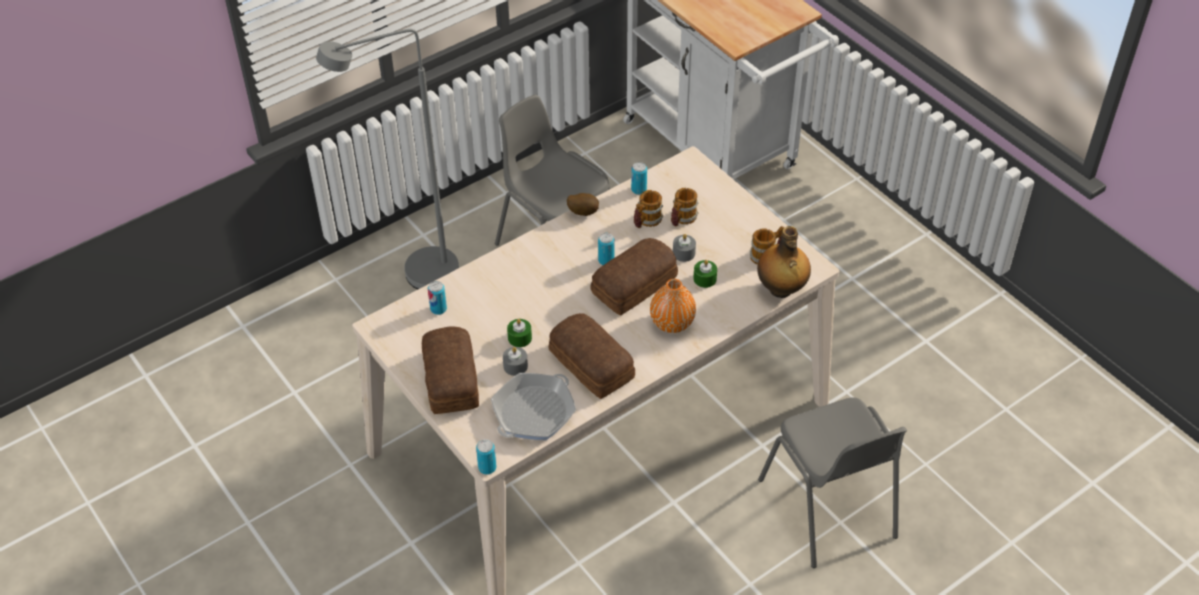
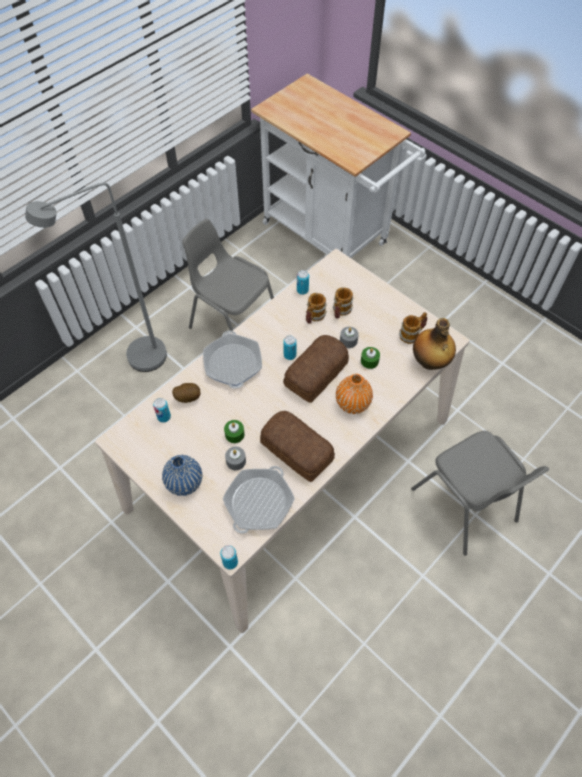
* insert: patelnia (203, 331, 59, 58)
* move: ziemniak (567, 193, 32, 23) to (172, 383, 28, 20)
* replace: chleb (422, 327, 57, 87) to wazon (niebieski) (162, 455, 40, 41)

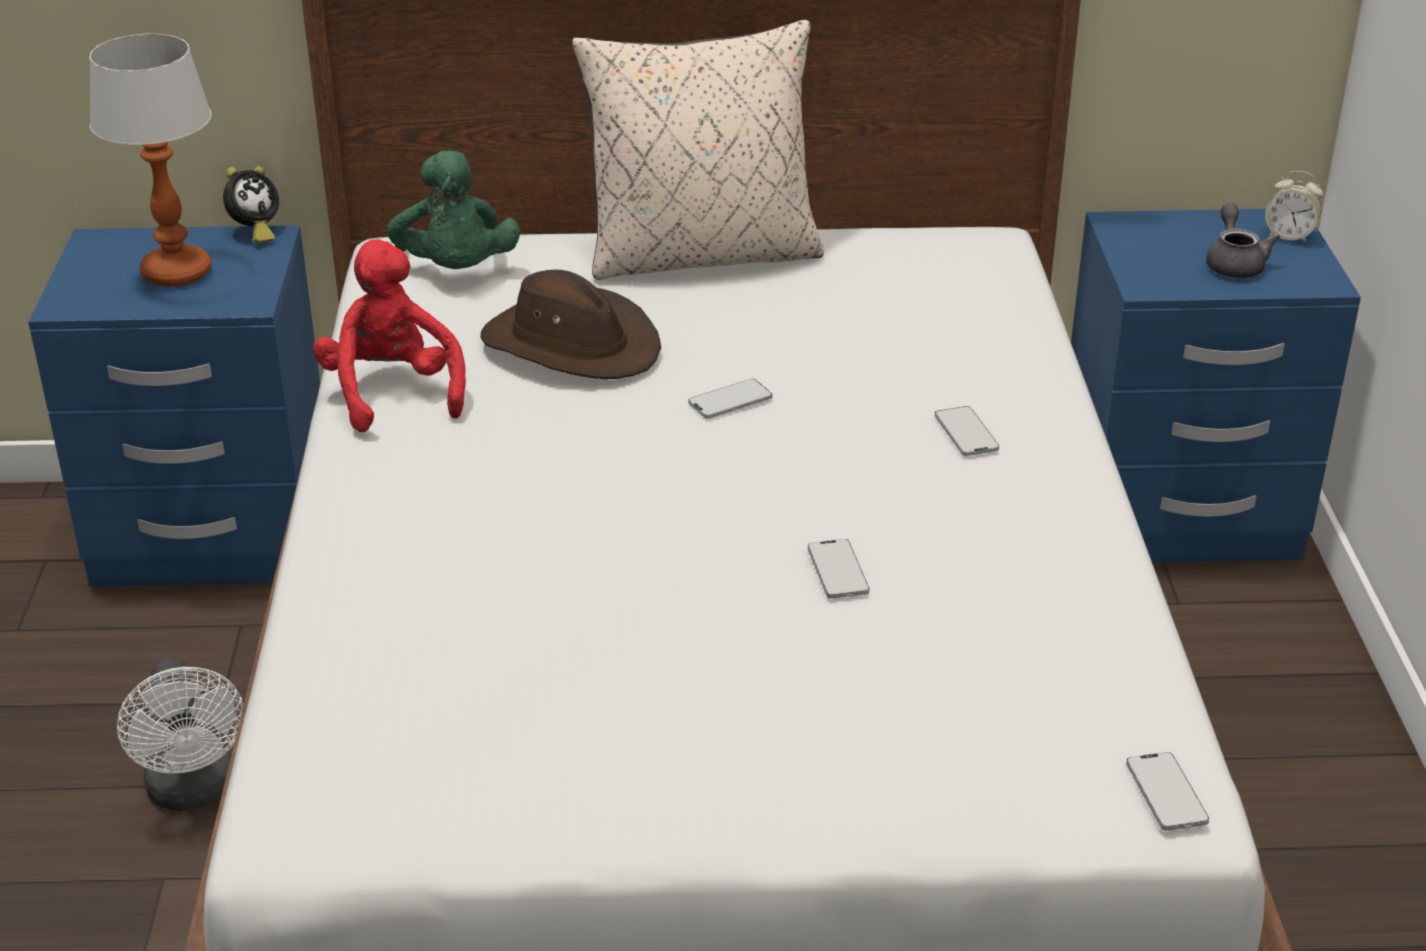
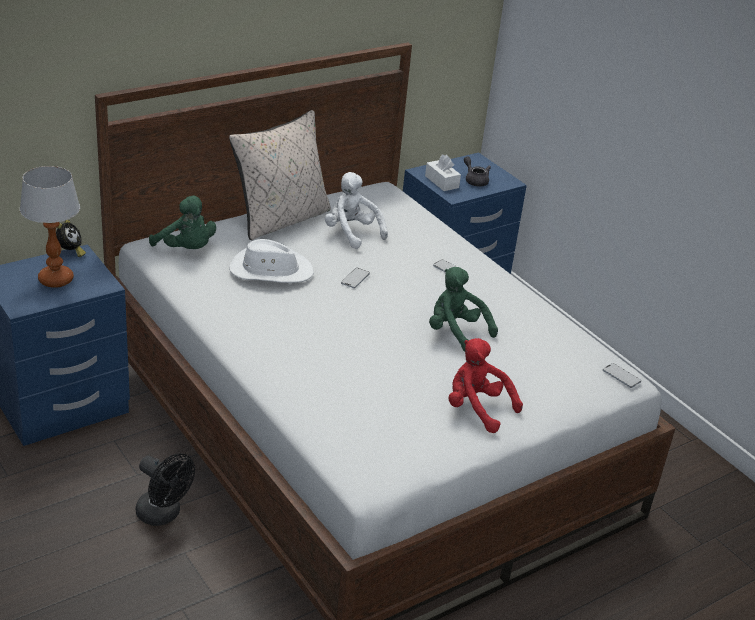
* delete: budzik (1265, 171, 58, 72)
* insert: pluszak (biały) (325, 172, 63, 77)
* insert: pudełko chusteczek (biały) (425, 154, 36, 37)
* move: pluszak (czerwony) (313, 239, 153, 193) to (448, 338, 75, 95)
* replace: telefon (808, 539, 61, 60) to pluszak (zielony) (429, 267, 69, 85)
* recolor: wentylator (biały) (117, 658, 127, 153) to wentylator (czarny) (136, 453, 59, 73)
* recolor: kapelusz (brązowy) (480, 270, 181, 109) to kapelusz (biały) (229, 239, 85, 44)

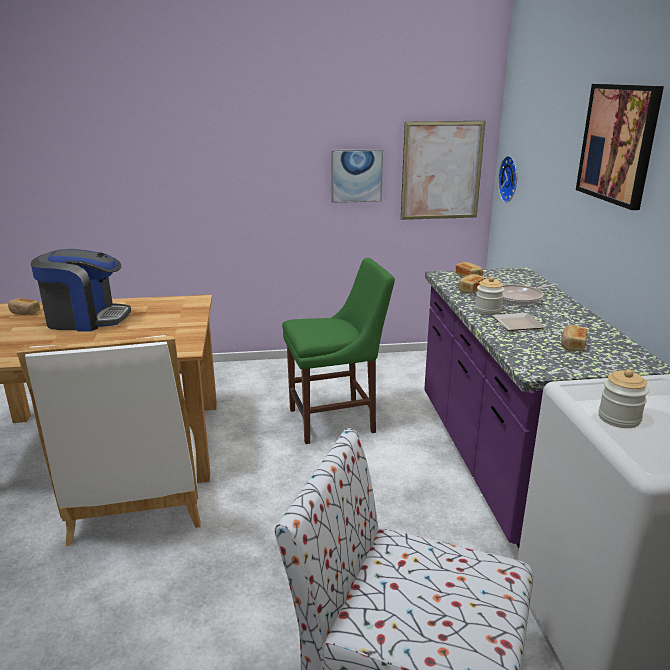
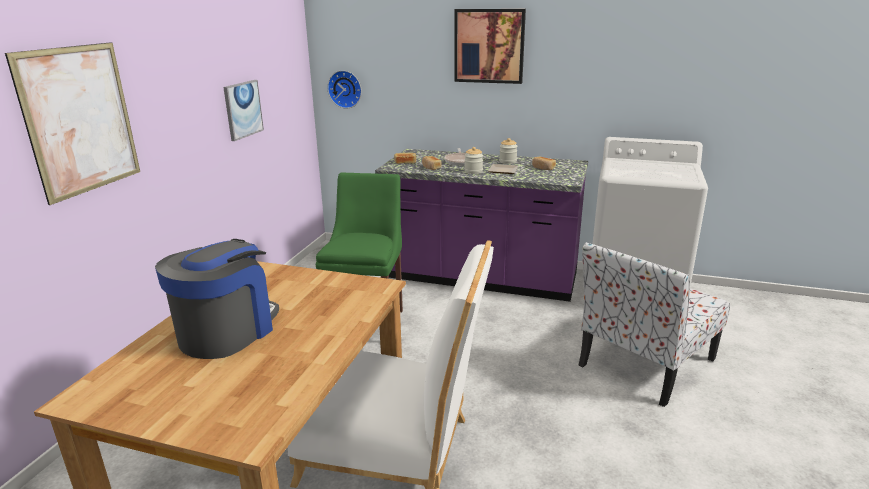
* delete: chleb (8, 298, 32, 17)
* move: obraz (401, 121, 85, 99) to (5, 42, 135, 163)
* move: słoik (599, 369, 50, 59) to (499, 138, 19, 26)

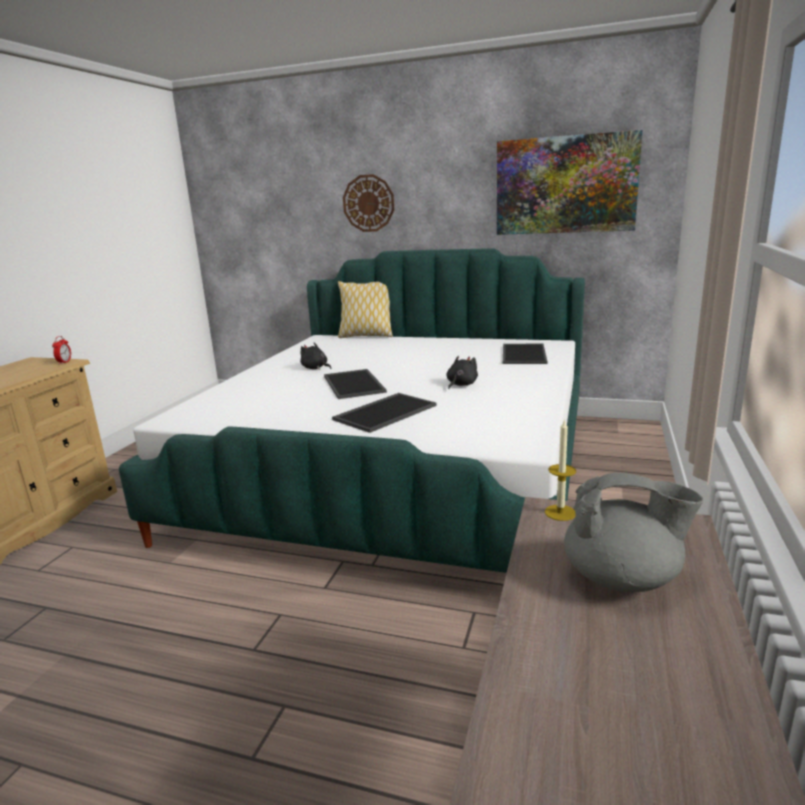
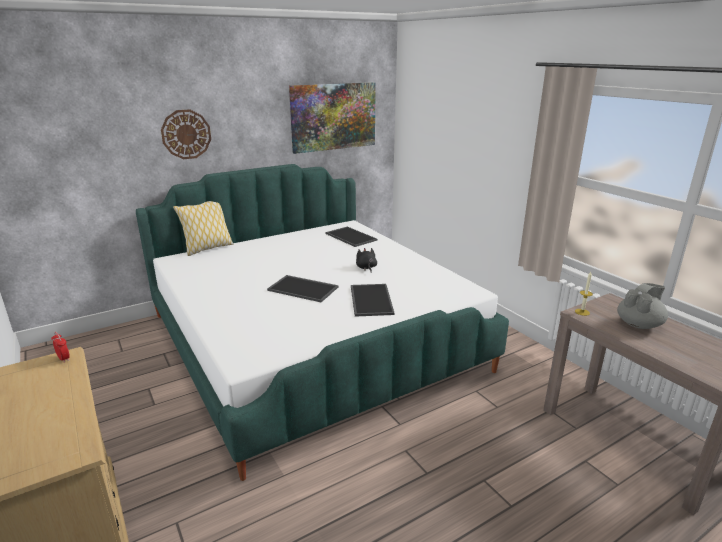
* delete: pluszak (czarny) (300, 343, 32, 27)

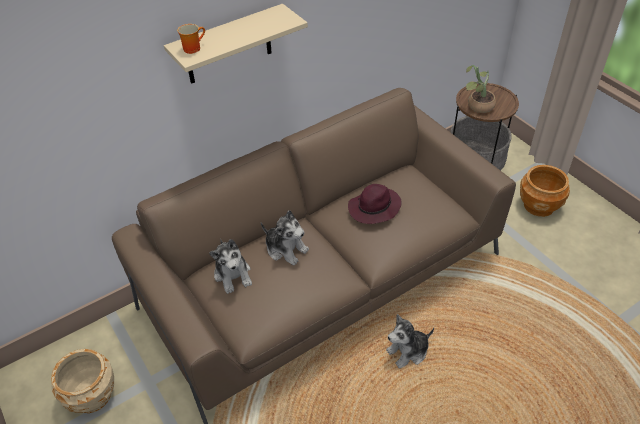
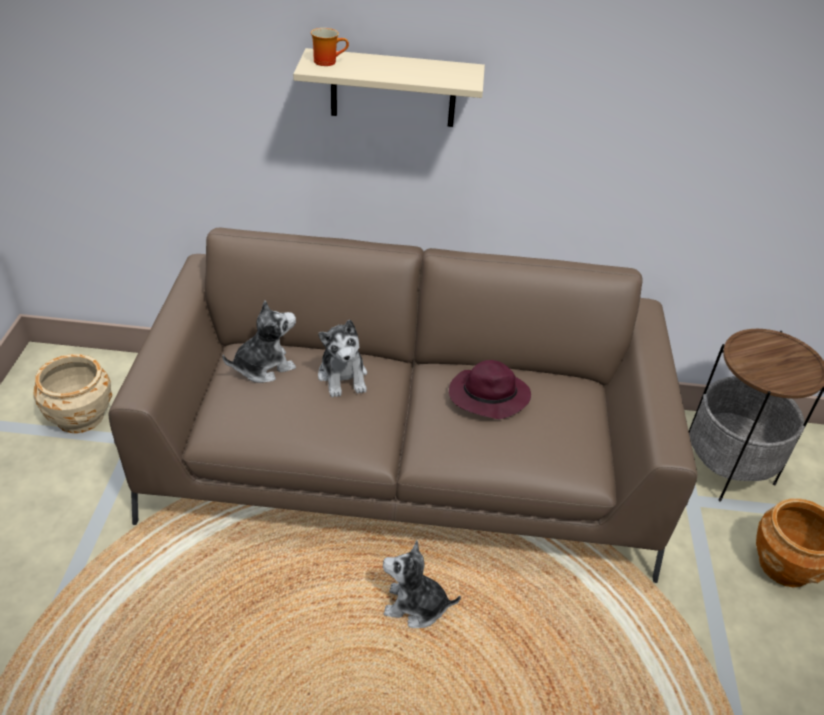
* delete: roślina doniczkowa (466, 65, 30, 48)
* rotate: pluszak (209, 239, 43, 55) = (222, 300, 74, 83) 135 degrees counterclockwise

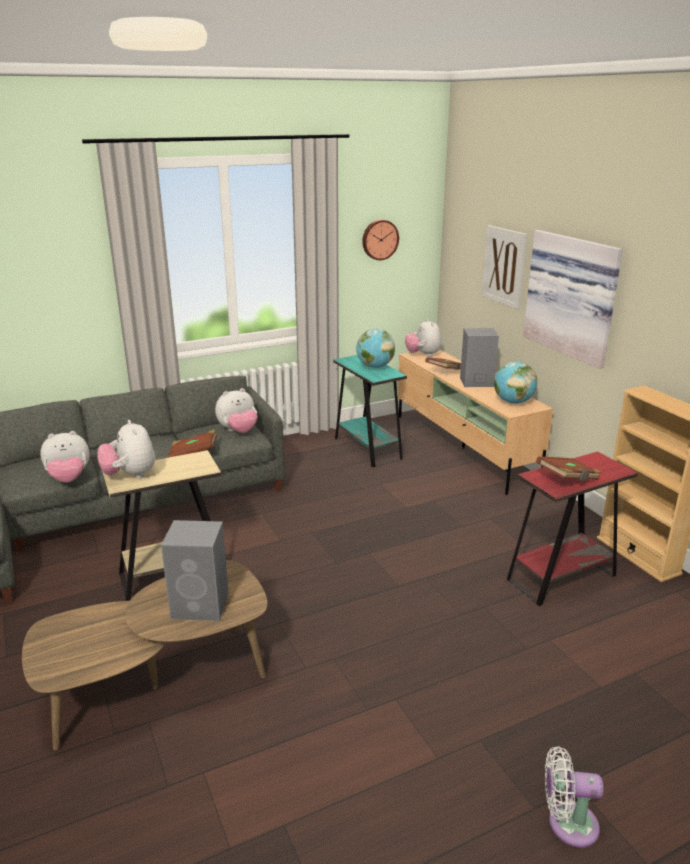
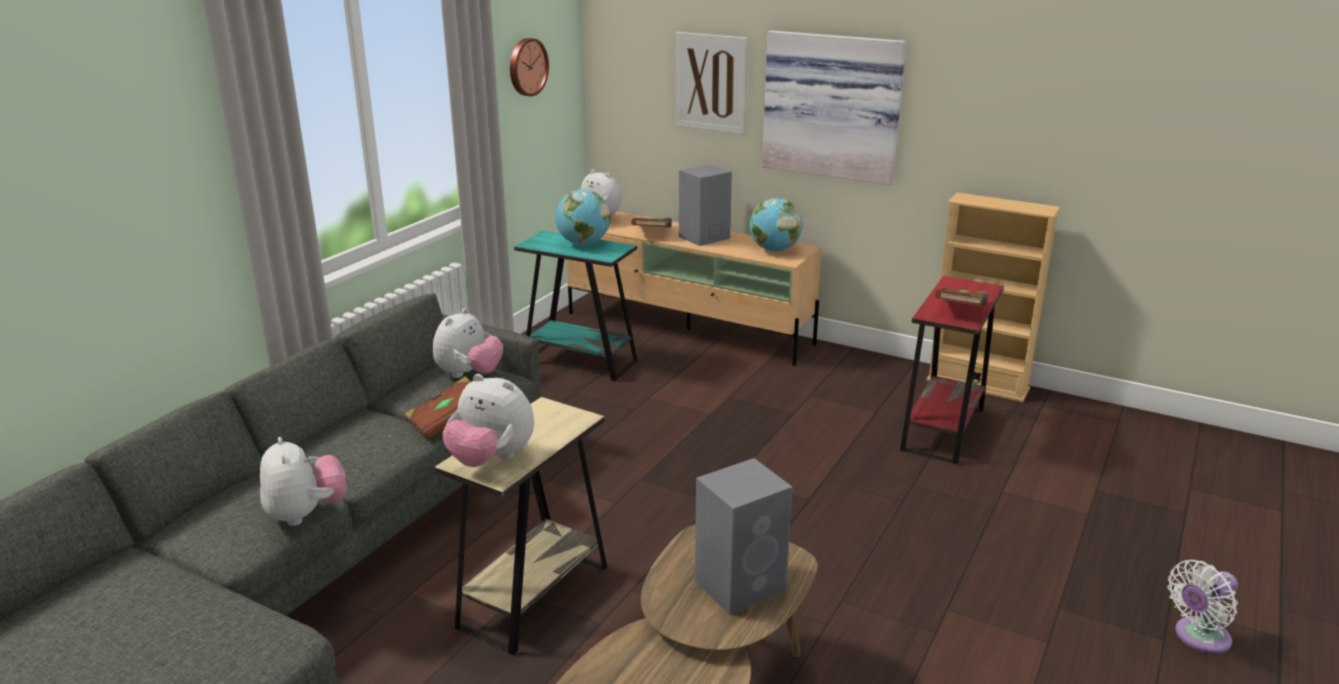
* rotate: pluszak (40, 431, 50, 51) = (260, 437, 87, 89) 60 degrees counterclockwise

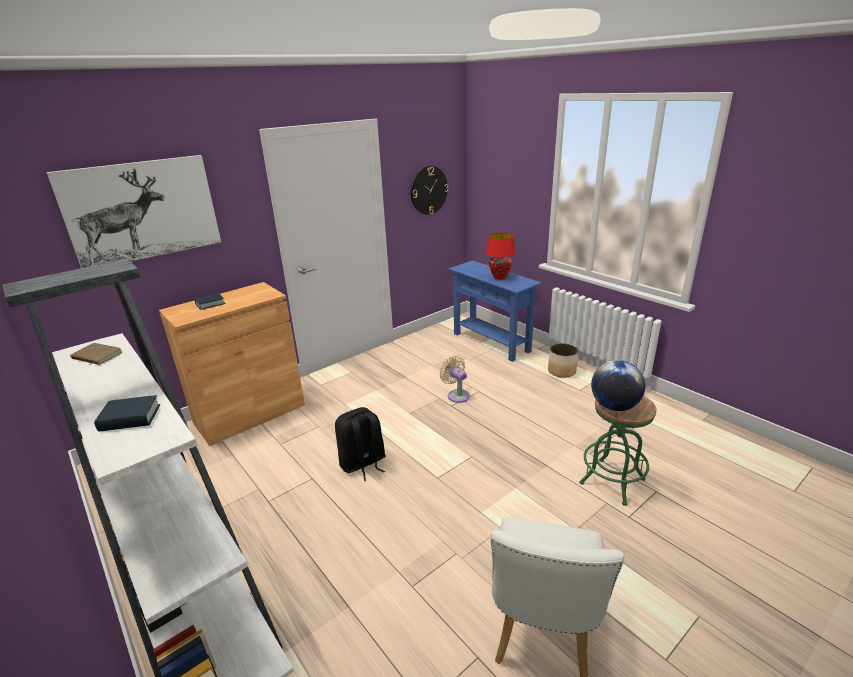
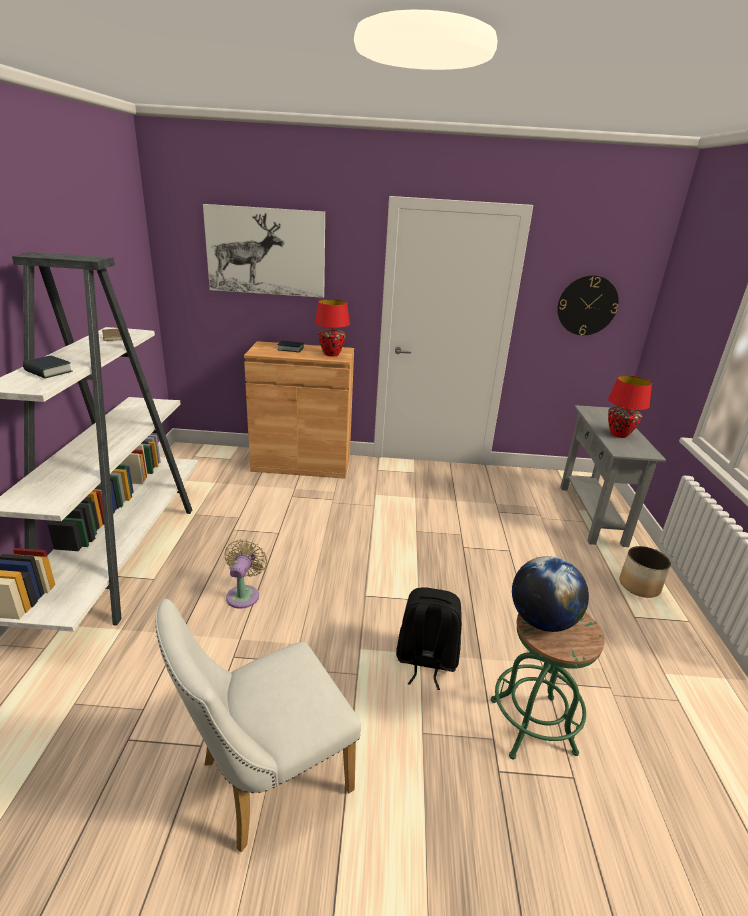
* insert: lampa stołowa (czerwony) (315, 299, 35, 58)
* move: plecak (czarny) (335, 407, 51, 74) to (396, 587, 66, 103)
* move: wentylator (beżowy) (439, 356, 31, 47) to (224, 539, 43, 70)
* recolor: stolik konsolowy (niebieski) (448, 260, 94, 101) to stolik konsolowy (szary) (560, 405, 106, 142)

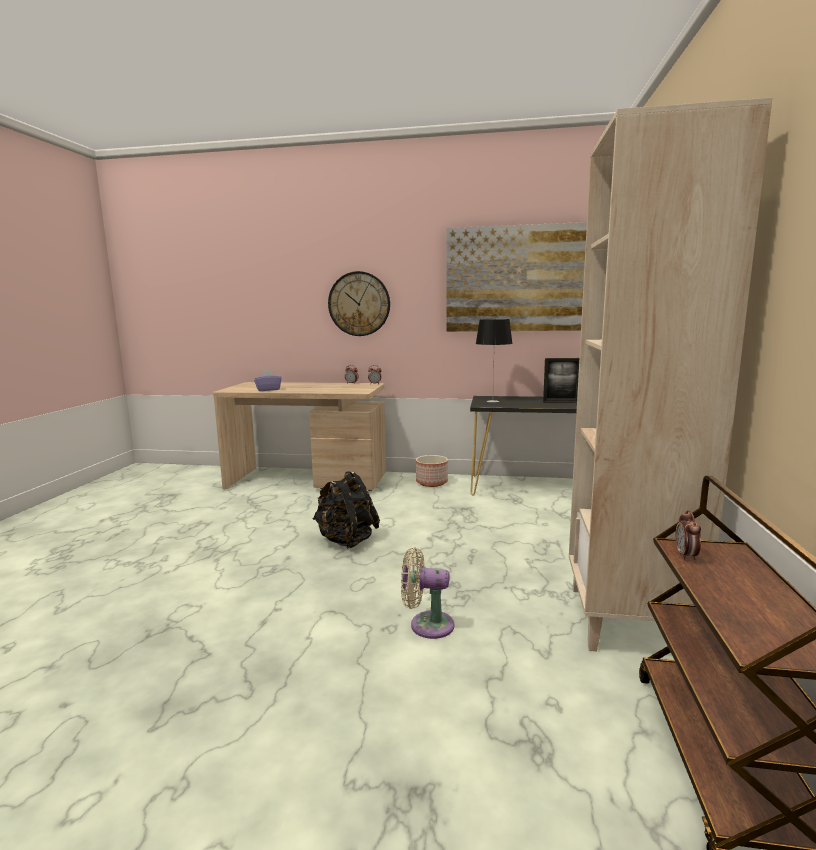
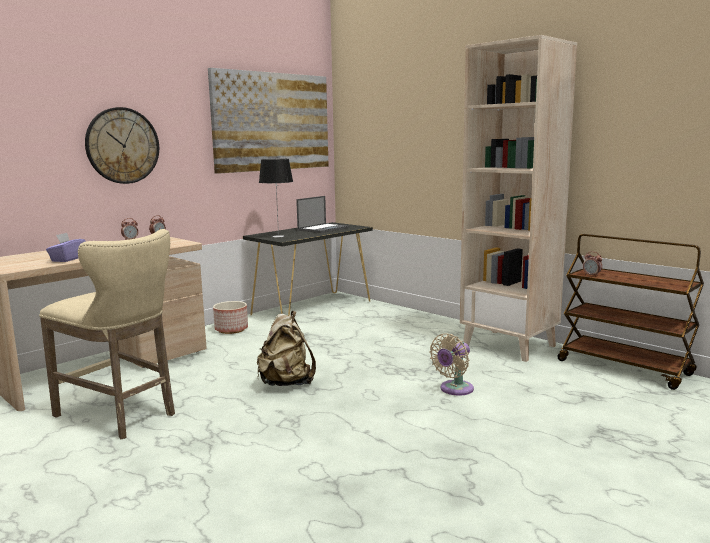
* insert: stołek (beżowy) (39, 229, 136, 210)
* replace: ramka na zdjęcie (543, 358, 36, 45) to laptop (296, 196, 53, 37)
* recolor: plecak (czarny) (313, 471, 67, 77) to plecak (beżowy) (257, 311, 59, 75)

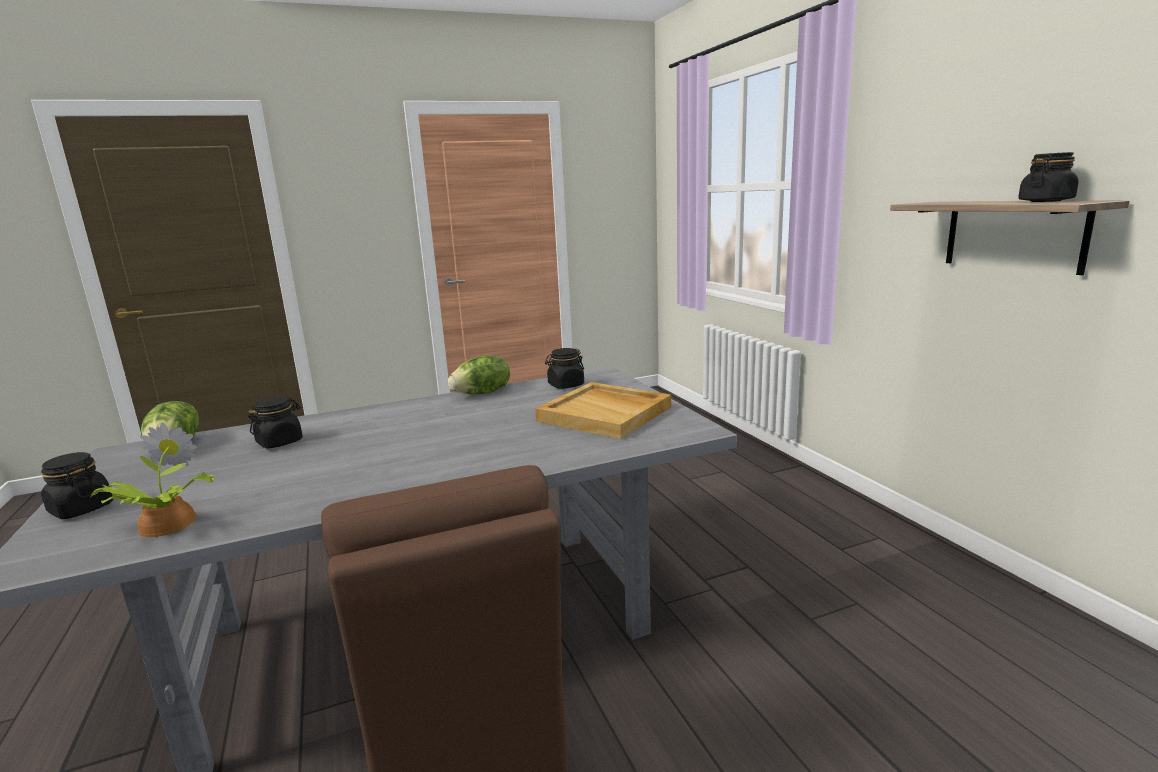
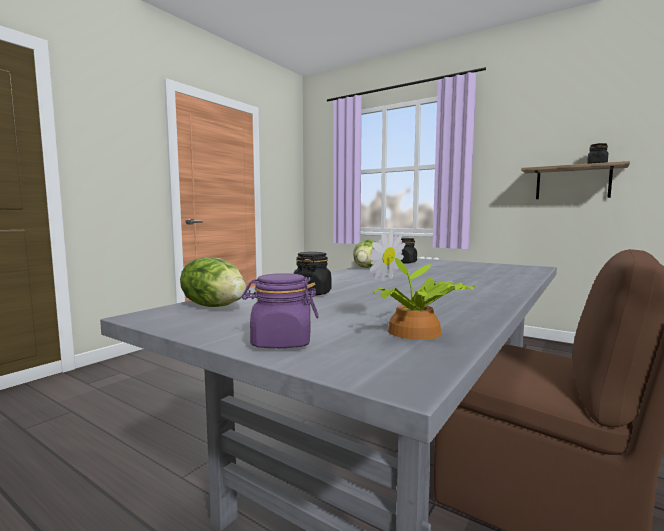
* delete: taca (beżowy) (535, 382, 136, 57)
* recolor: słoik (czarny) (41, 452, 72, 67) to słoik (fioletowy) (242, 273, 77, 75)

